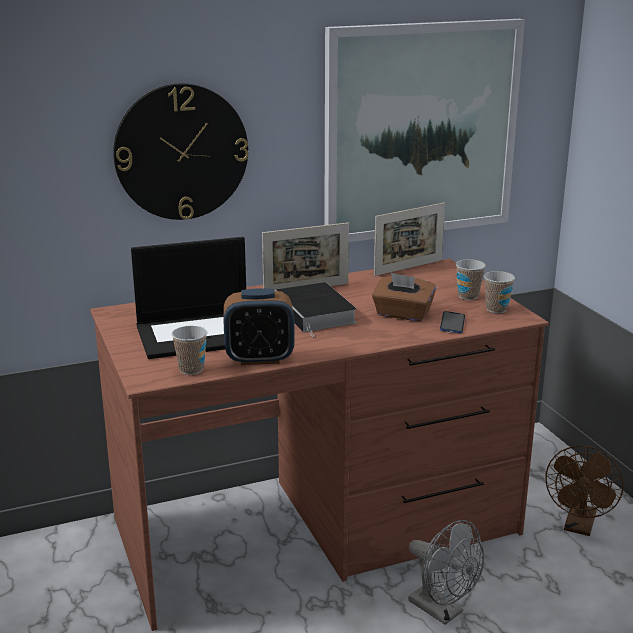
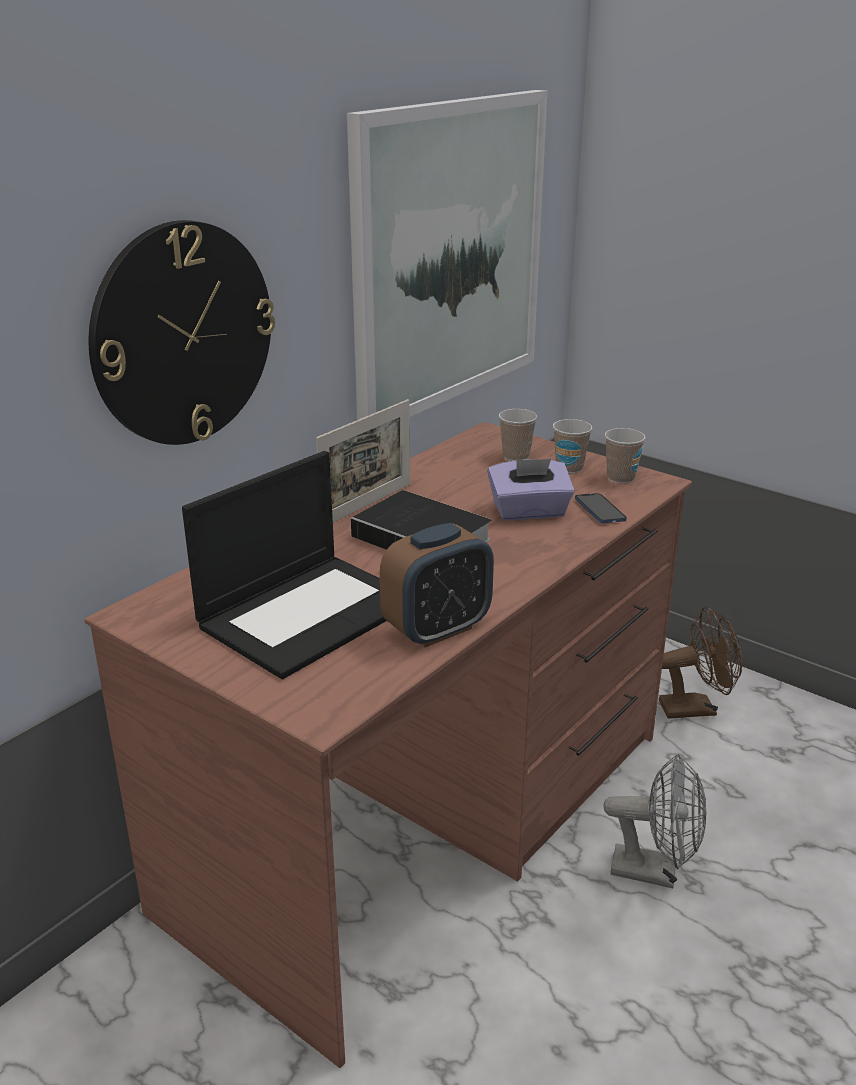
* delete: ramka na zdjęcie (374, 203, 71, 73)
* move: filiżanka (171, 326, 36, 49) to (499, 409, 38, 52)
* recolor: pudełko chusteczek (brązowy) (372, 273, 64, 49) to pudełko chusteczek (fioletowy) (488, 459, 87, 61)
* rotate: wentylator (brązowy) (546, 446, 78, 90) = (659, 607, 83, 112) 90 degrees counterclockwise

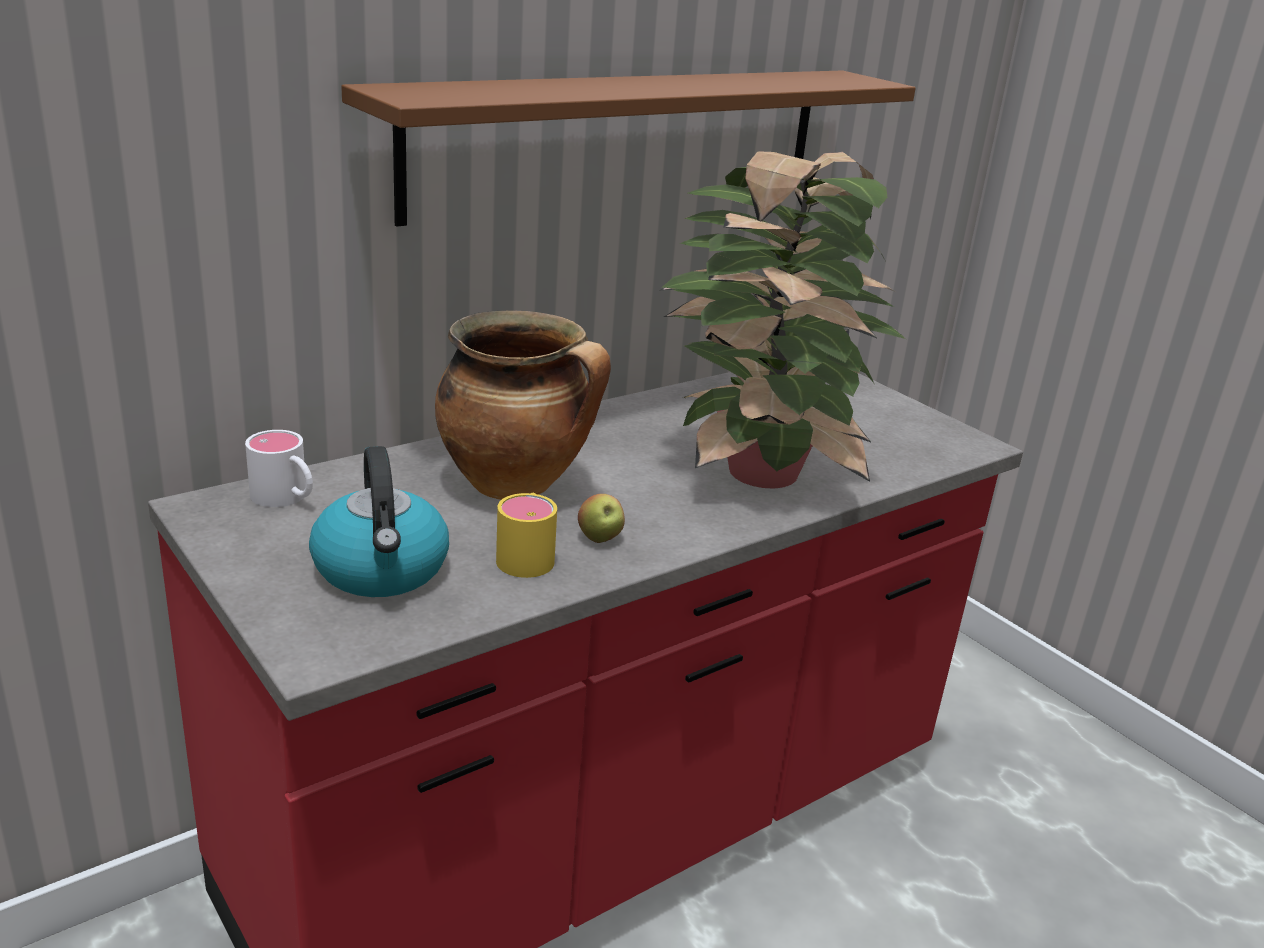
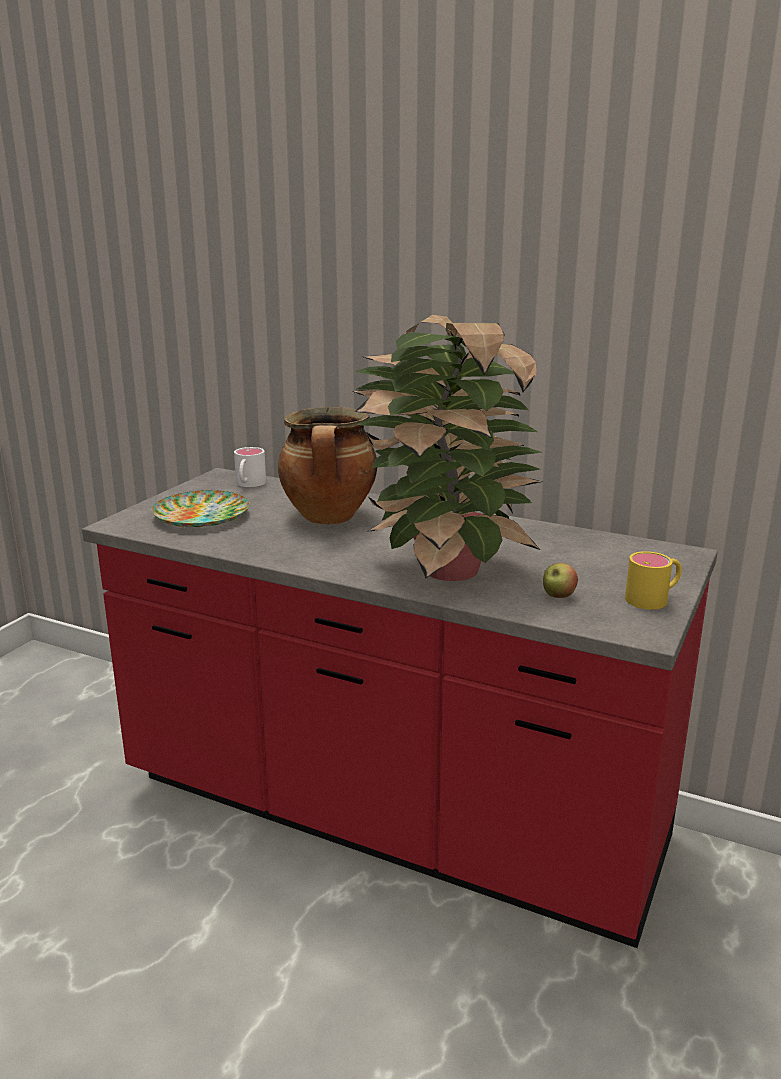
* delete: półka (brązowy) (341, 70, 575, 157)
* move: kubek (żółty) (496, 493, 61, 85) to (625, 551, 57, 59)
* move: jabłko (578, 494, 47, 49) to (543, 563, 35, 35)
* replace: czajnik (309, 446, 140, 151) to talerz (152, 490, 97, 37)

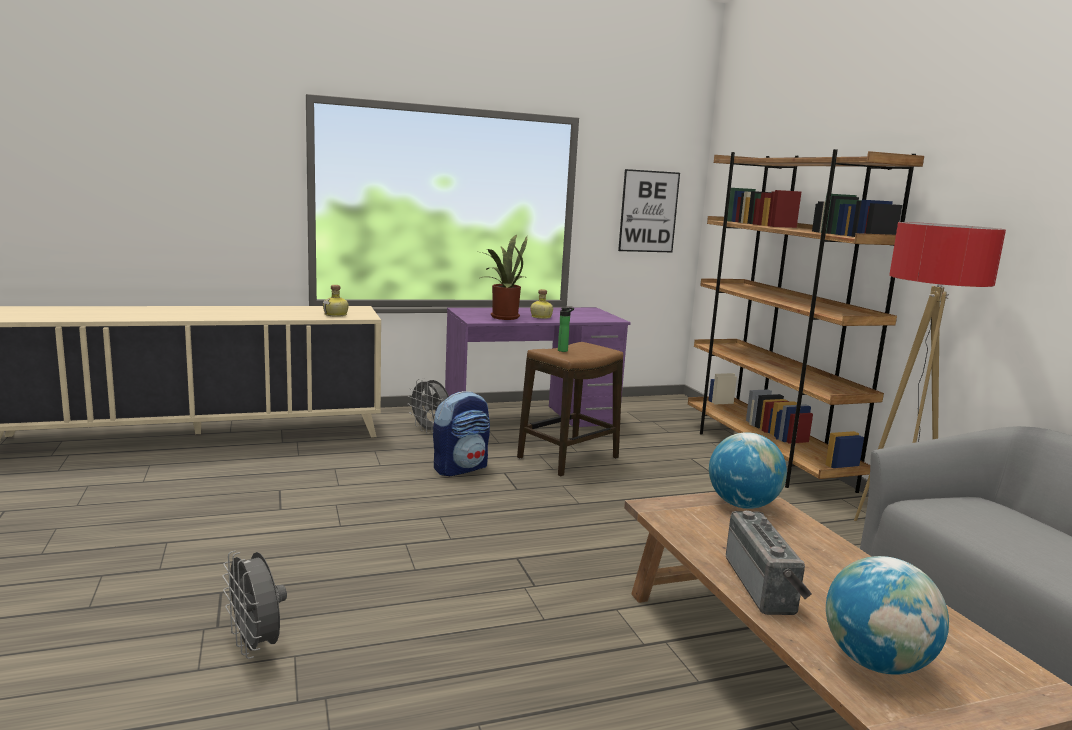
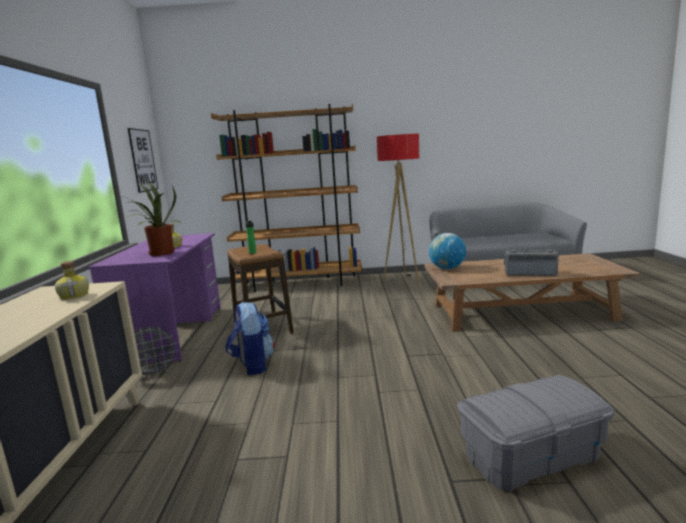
* delete: globus (826, 556, 123, 119)
* replace: wentylator (szary) (222, 551, 65, 108) to pojemnik do przechowywania (szary) (457, 375, 158, 116)

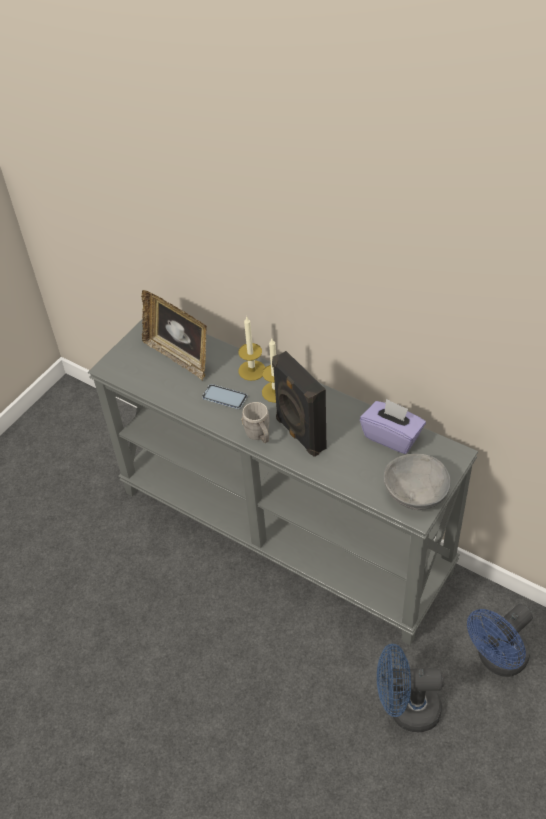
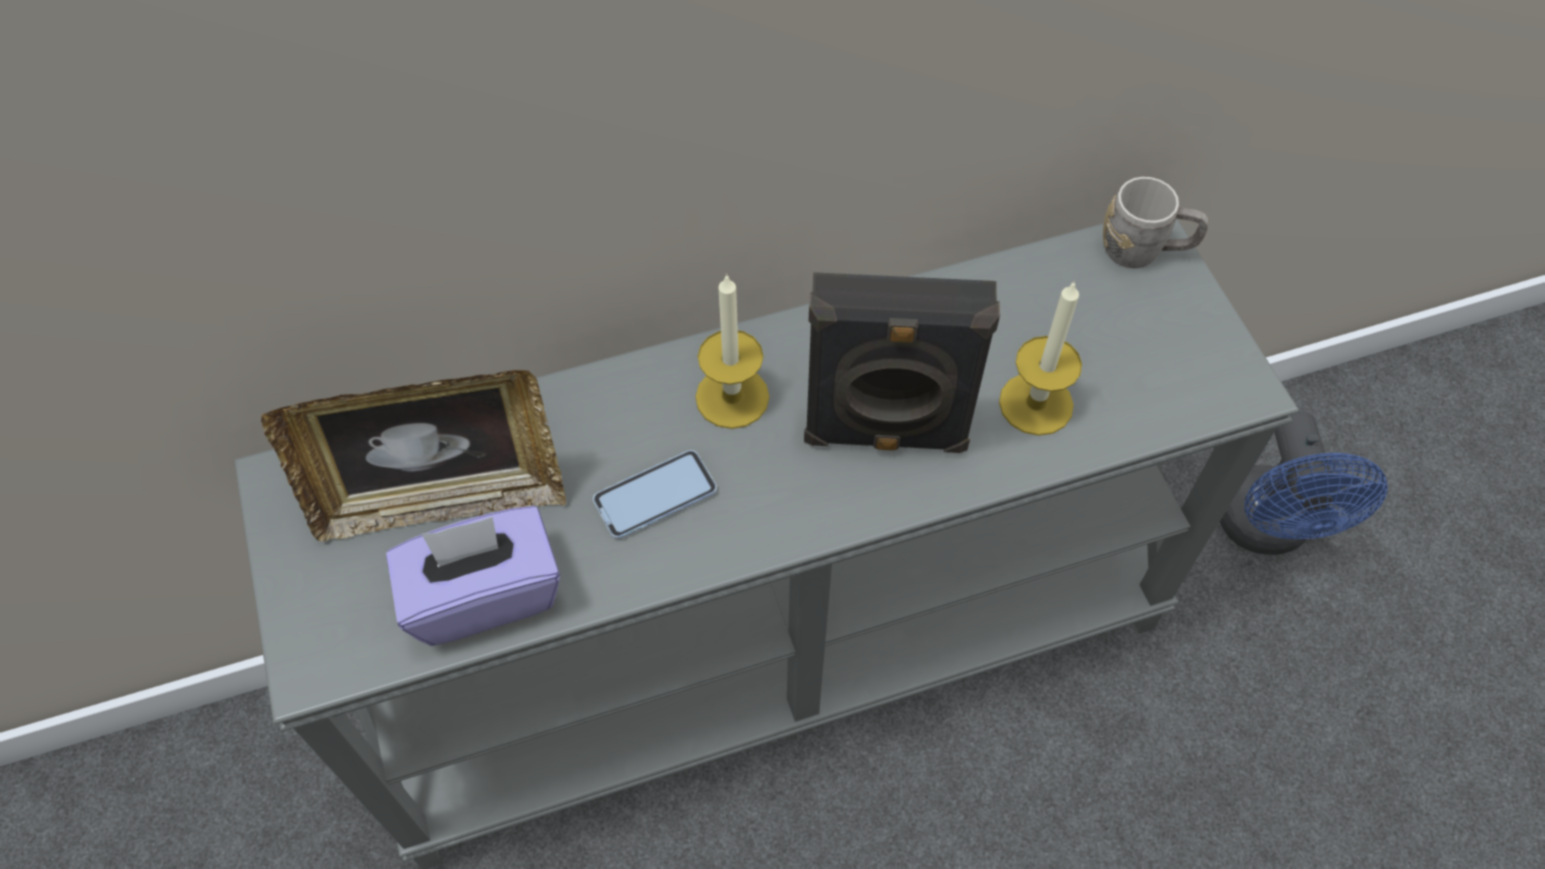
* delete: wentylator (niebieski) (377, 644, 67, 88)
* delete: miska (szary) (384, 454, 67, 56)
* move: świeca (238, 317, 27, 64) to (999, 281, 83, 155)
* move: kubek (szary) (241, 402, 28, 41) to (1103, 177, 106, 91)
* move: pudełko chusteczek (fioletowy) (360, 398, 66, 56) to (386, 506, 174, 140)

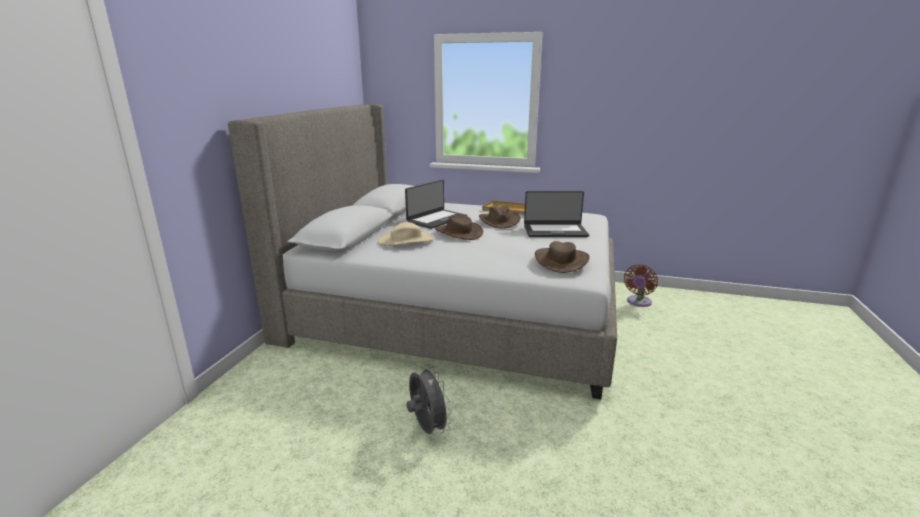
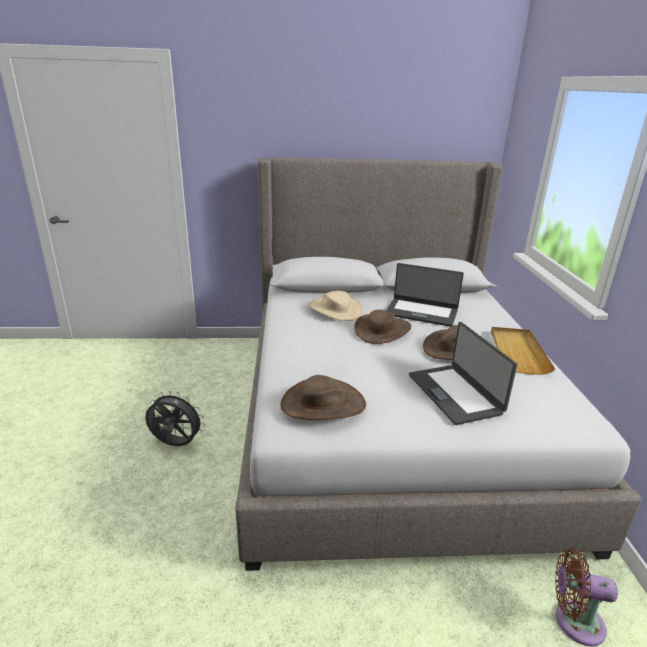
* rotate: wentylator (szary) (406, 364, 46, 70) = (145, 391, 60, 55) 120 degrees counterclockwise

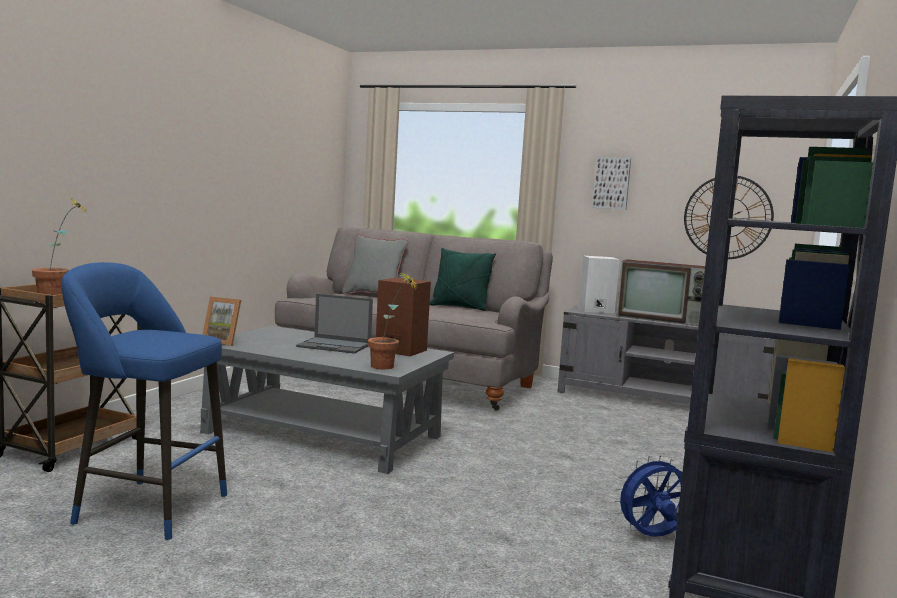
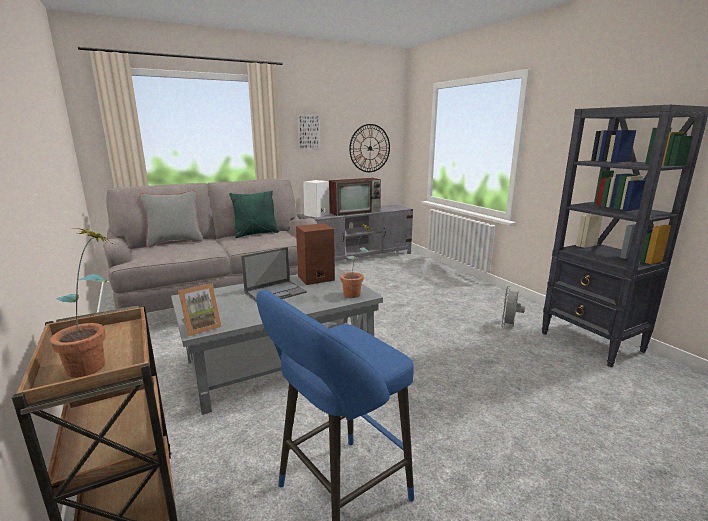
* recolor: wentylator (niebieski) (614, 455, 69, 82) to wentylator (szary) (501, 286, 24, 42)

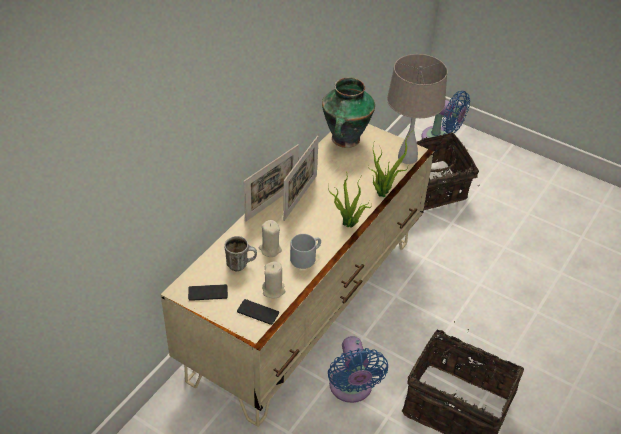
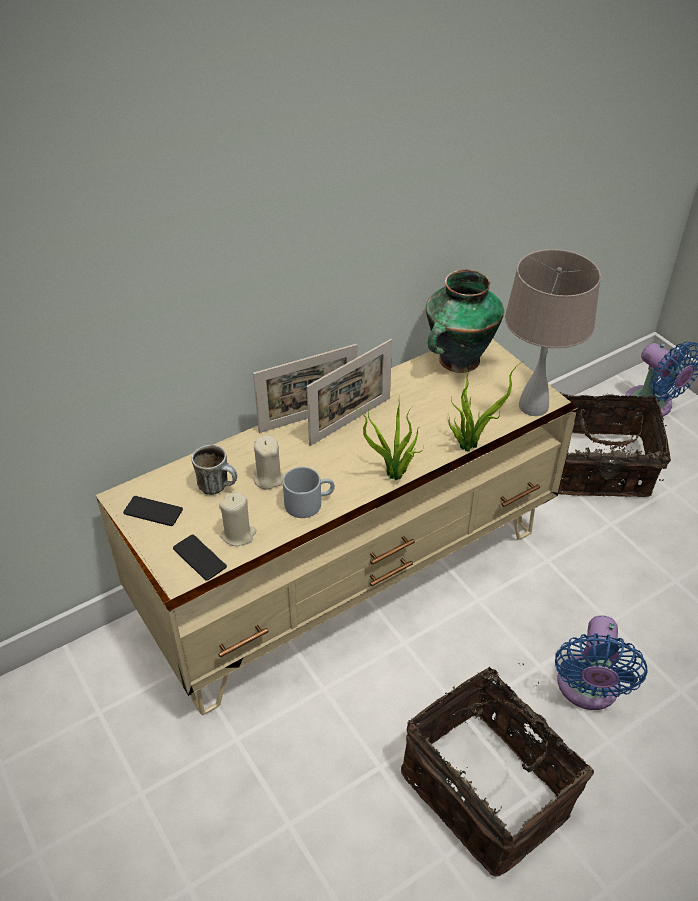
* move: wentylator (niebieski) (328, 336, 60, 67) to (555, 615, 92, 95)

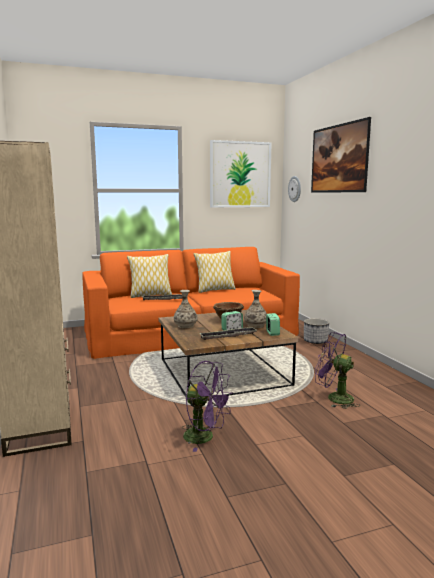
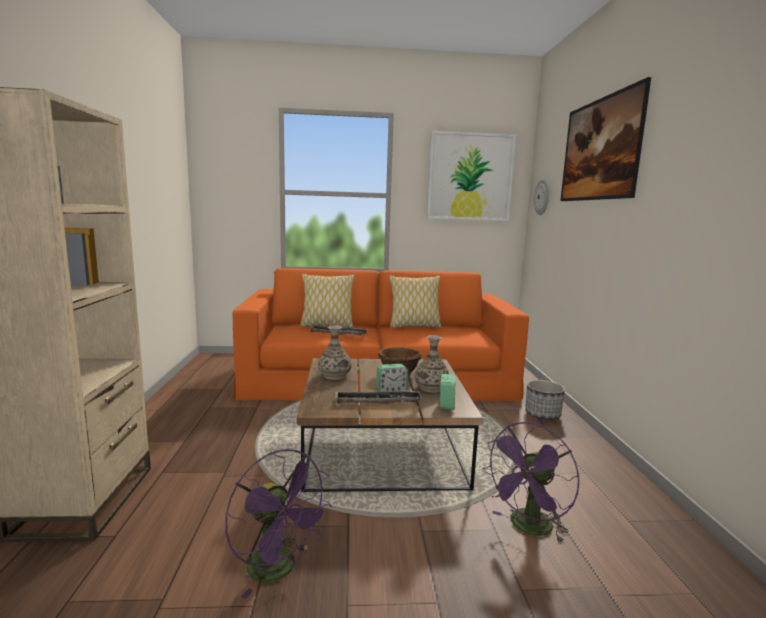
* rotate: wentylator (fioletowy) (315, 332, 44, 77) = (482, 422, 97, 122) 90 degrees counterclockwise

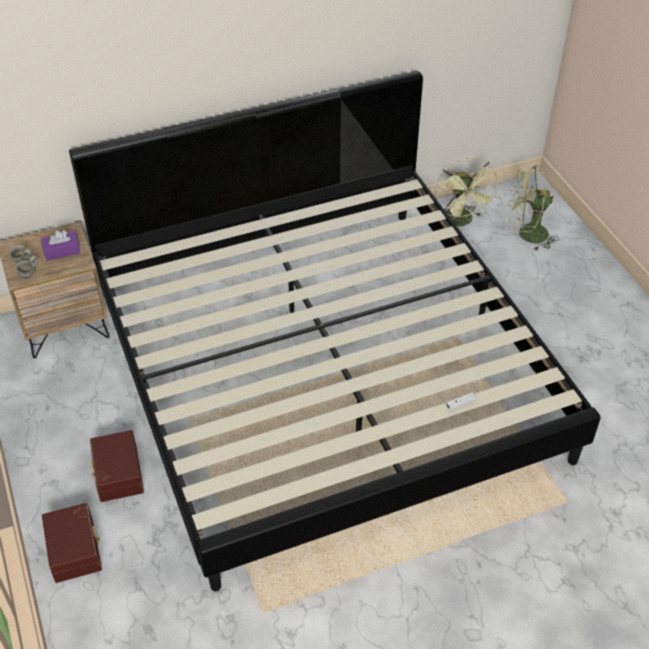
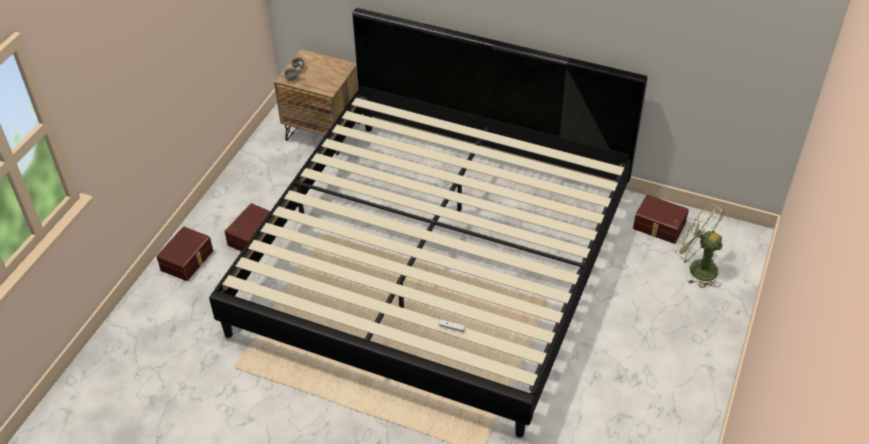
* delete: pudełko chusteczek (fioletowy) (41, 230, 39, 31)
* replace: wentylator (zielony) (434, 157, 66, 69) to pojemnik do przechowywania (brązowy) (633, 195, 56, 49)

